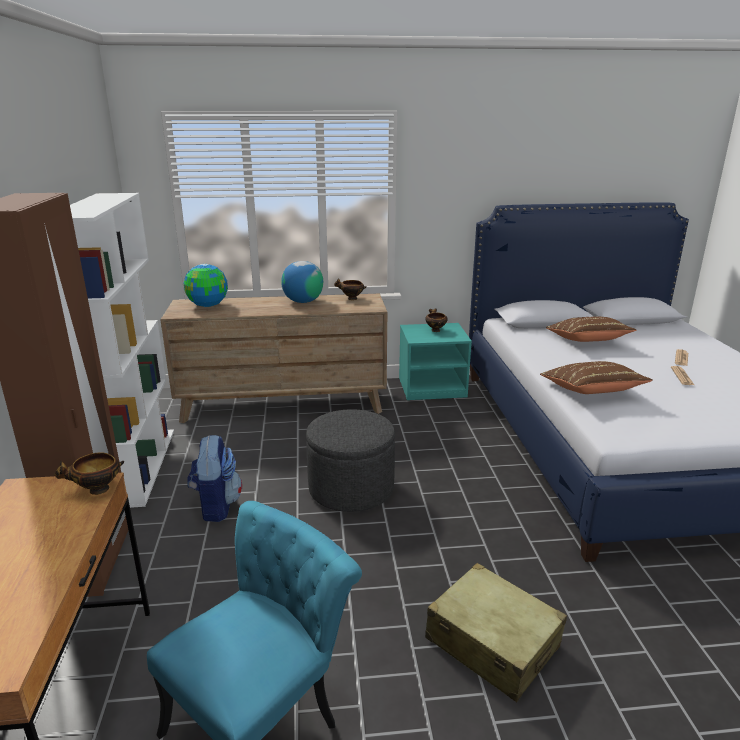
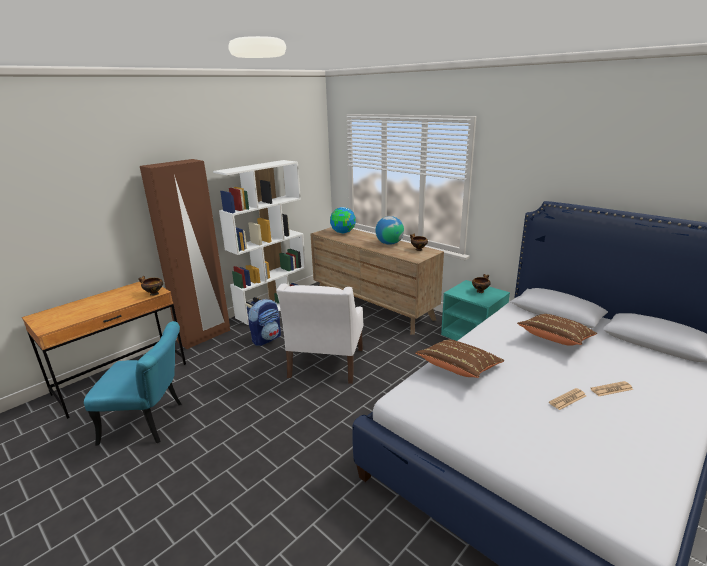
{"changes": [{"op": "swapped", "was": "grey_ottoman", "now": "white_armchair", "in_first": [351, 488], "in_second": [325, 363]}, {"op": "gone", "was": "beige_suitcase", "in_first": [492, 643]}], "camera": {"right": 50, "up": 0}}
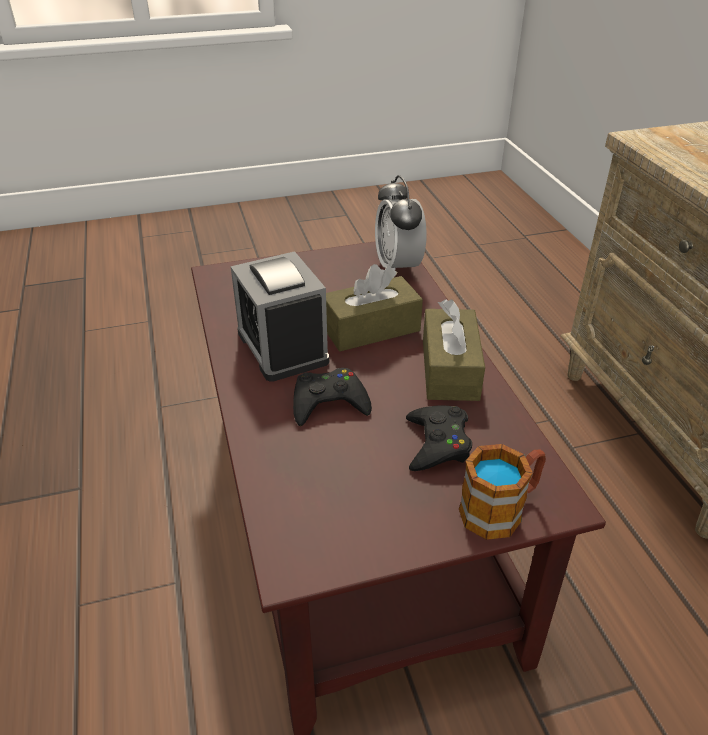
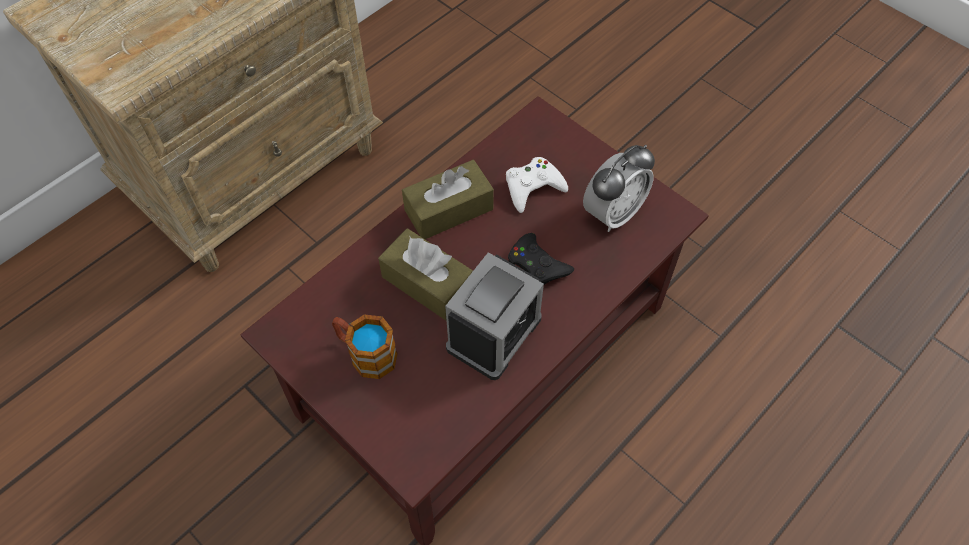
{"changes": [{"op": "shifted", "was": "mug", "in_first": [500, 509], "in_second": [366, 353]}, {"op": "repainted", "was": "black_game_controller", "now": "white_game_controller", "in_first": [437, 444], "in_second": [533, 187]}, {"op": "shifted", "was": "alarm_clock", "in_first": [398, 266], "in_second": [613, 213]}], "camera": {"right": -120, "up": 20}}
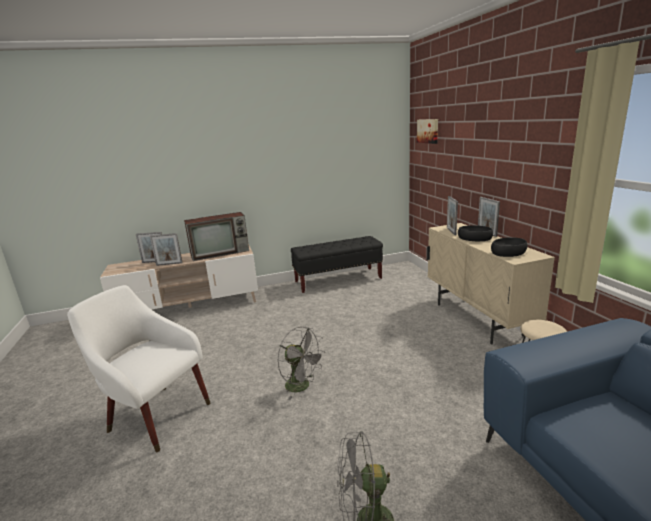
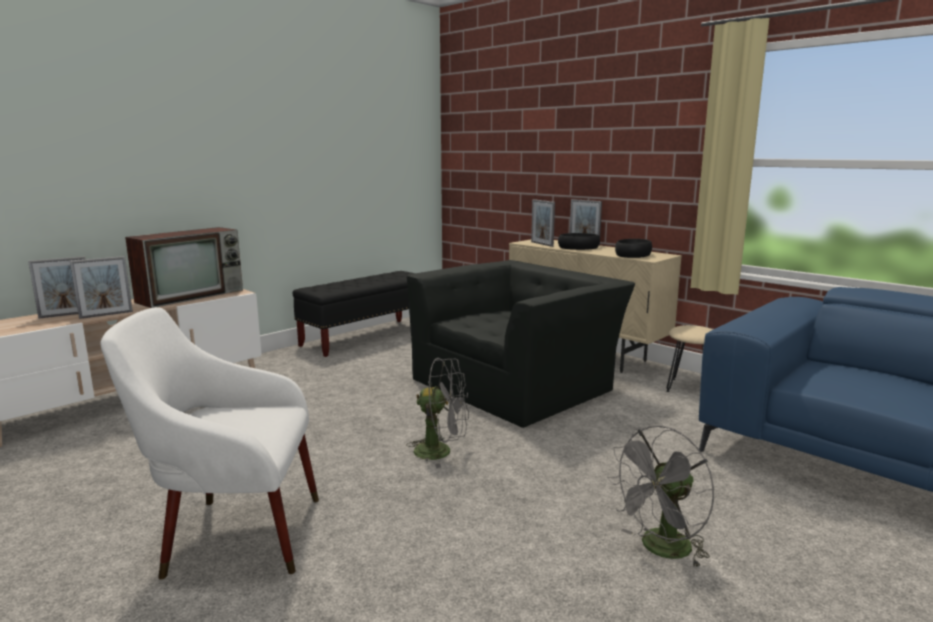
{"changes": [{"op": "new", "now": "black_armchair", "in_second": [516, 382]}, {"op": "gone", "was": "picture", "in_first": [428, 131]}], "camera": {"right": -30, "up": -5}}
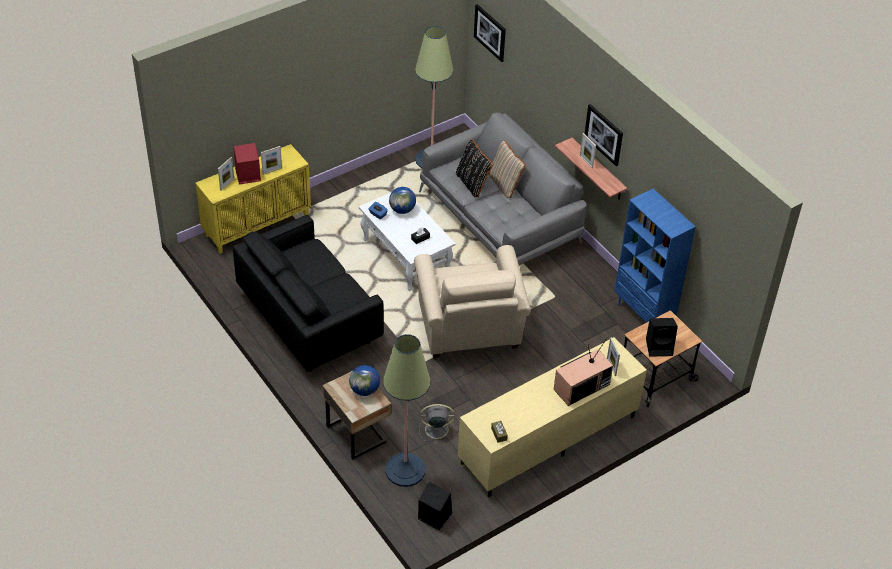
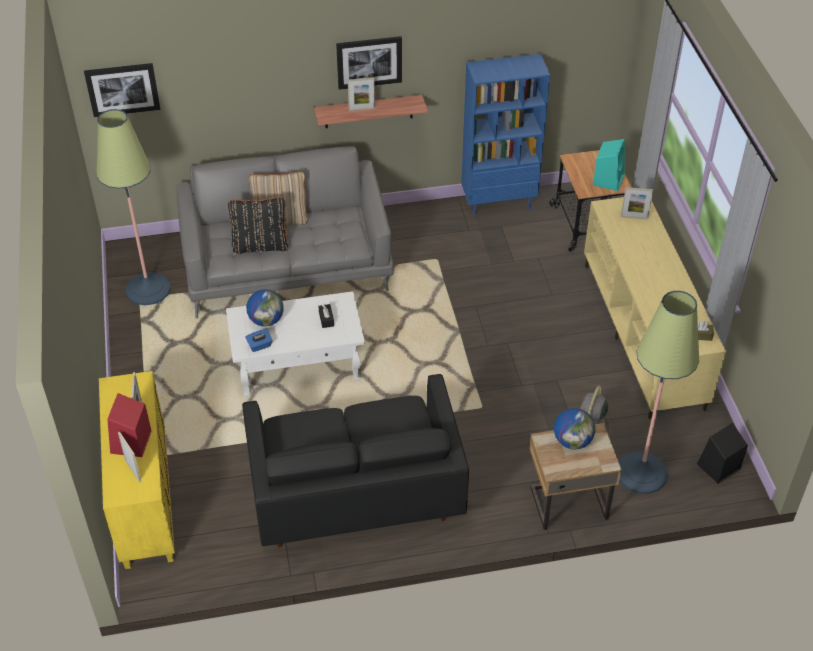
{"changes": [{"op": "repainted", "was": "black_speaker", "now": "turquoise_speaker", "in_first": [660, 347], "in_second": [608, 179]}, {"op": "gone", "was": "beige_armchair", "in_first": [469, 330]}, {"op": "gone", "was": "television", "in_first": [581, 386]}], "camera": {"right": -65, "up": 0}}
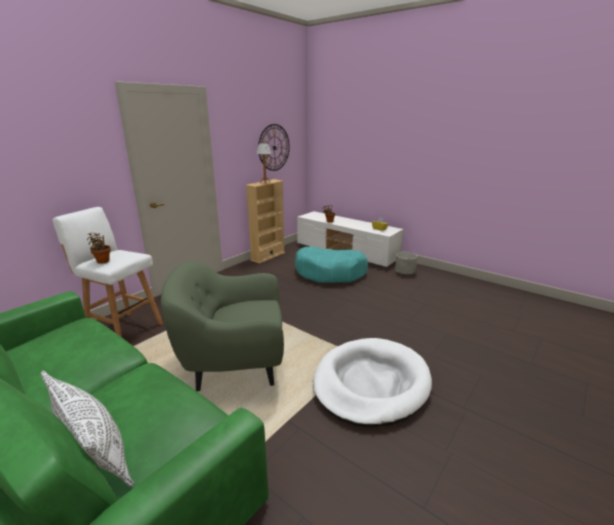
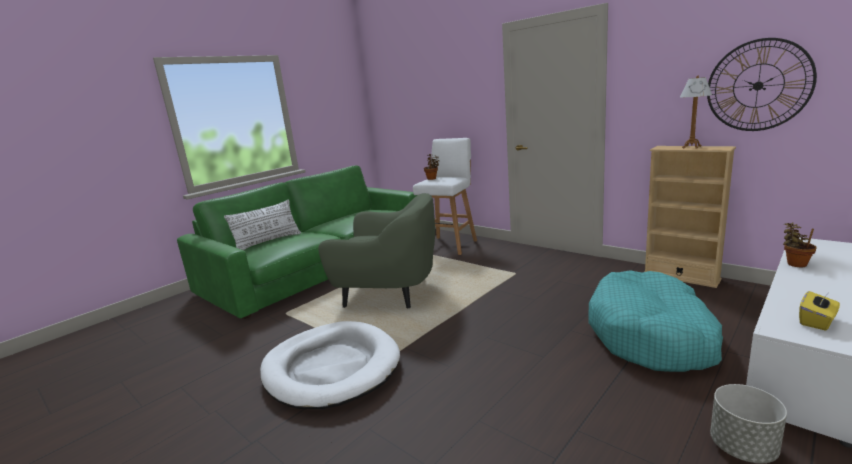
{"changes": [{"op": "rotated", "was": "green_armchair", "in_first": [233, 364], "in_second": [389, 293], "clockwise": 105}], "camera": {"right": 95, "up": -5}}
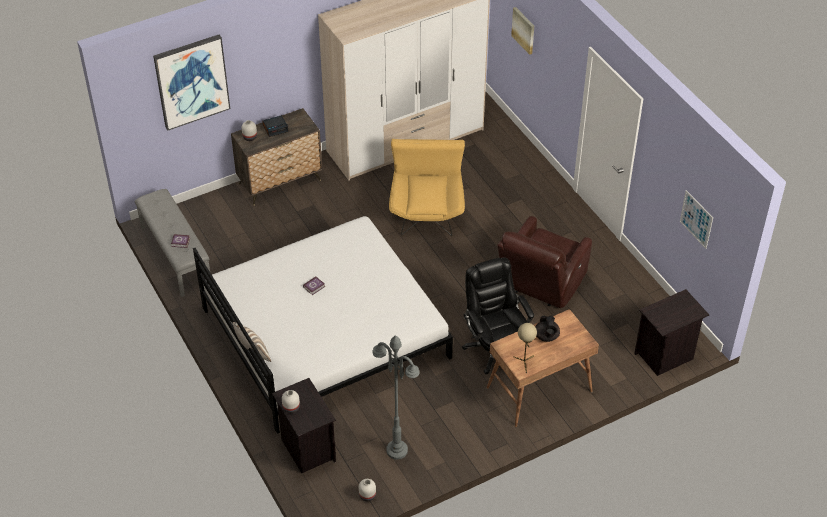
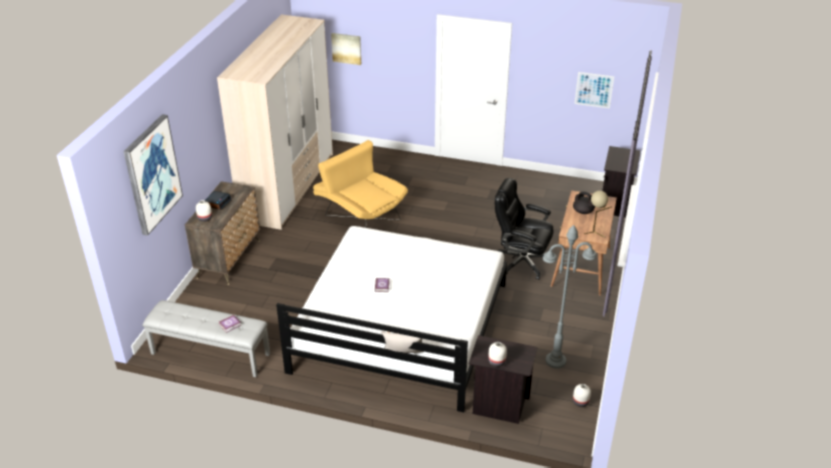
{"changes": [{"op": "gone", "was": "brown_armchair", "in_first": [540, 285]}], "camera": {"right": -45, "up": -10}}
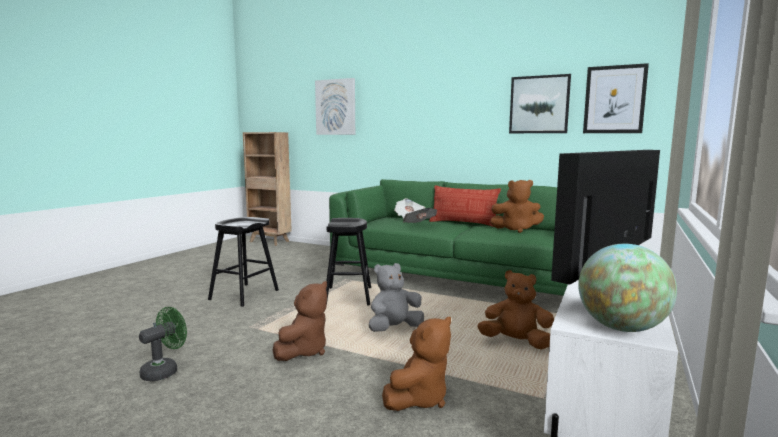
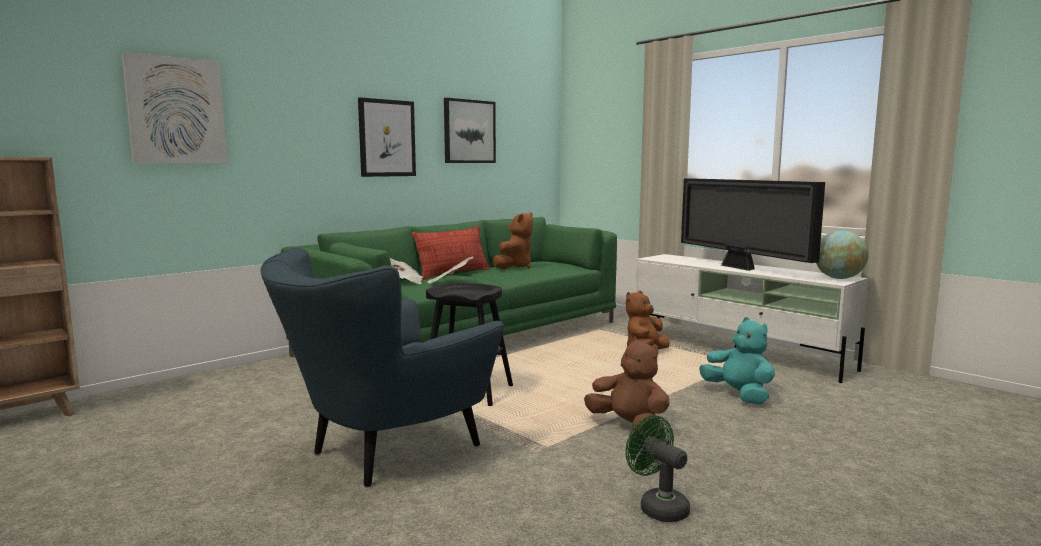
{"changes": [{"op": "swapped", "was": "black_stool", "now": "blue_armchair", "in_first": [244, 295], "in_second": [385, 452]}, {"op": "shifted", "was": "picture", "in_first": [614, 99], "in_second": [387, 138]}, {"op": "repainted", "was": "brown_plush_toy", "now": "turquoise_plush_toy", "in_first": [419, 398], "in_second": [738, 395]}, {"op": "gone", "was": "grey_plush_toy", "in_first": [394, 329]}], "camera": {"right": -70, "up": 0}}
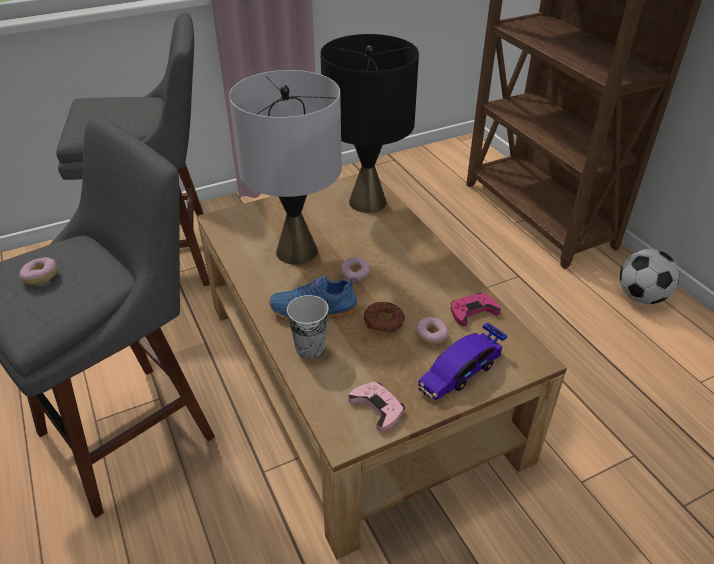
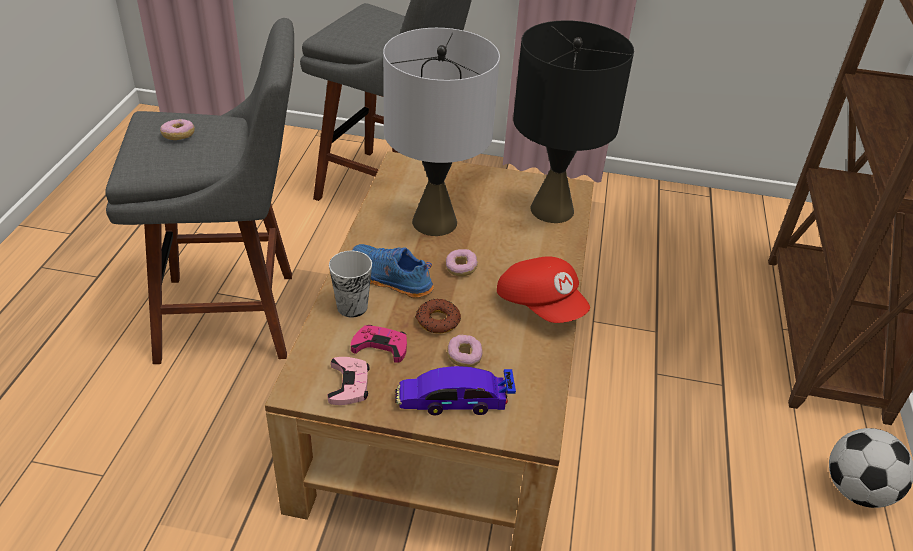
{"changes": [{"op": "shifted", "was": "pink_game_controller", "in_first": [473, 311], "in_second": [380, 346]}, {"op": "new", "now": "red_cap", "in_second": [541, 305]}], "camera": {"right": 35, "up": 0}}
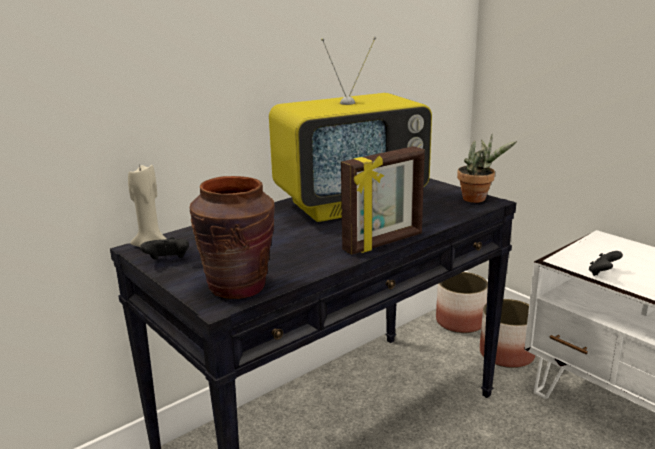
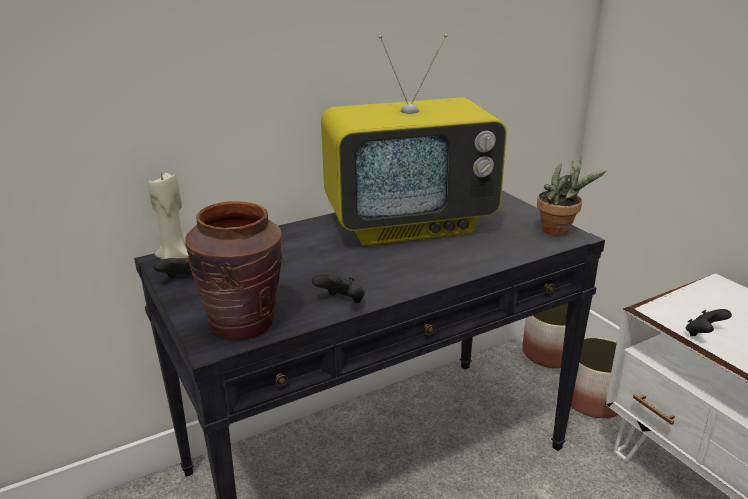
{"changes": [{"op": "new", "now": "black_game_controller", "in_second": [341, 302]}, {"op": "gone", "was": "picture_frame", "in_first": [384, 243]}], "camera": {"right": 10, "up": 5}}
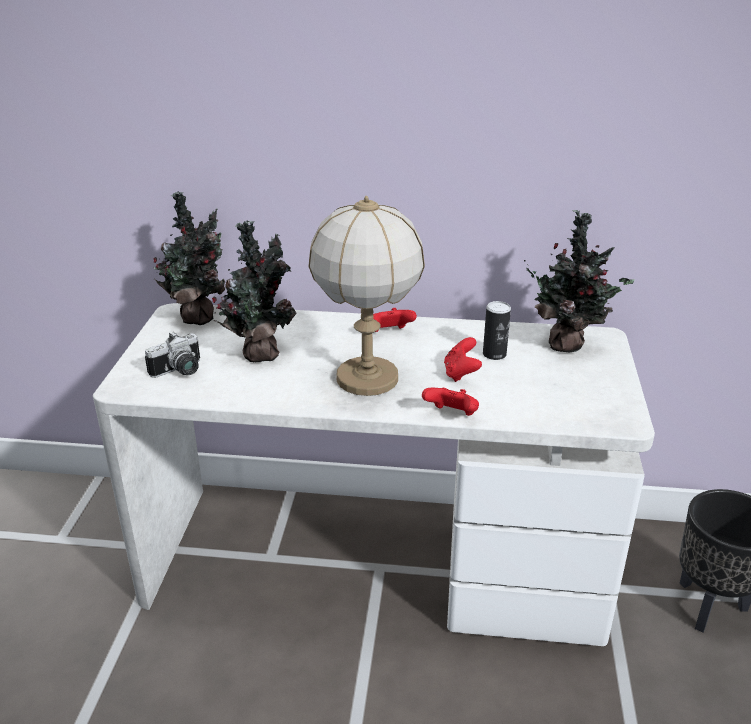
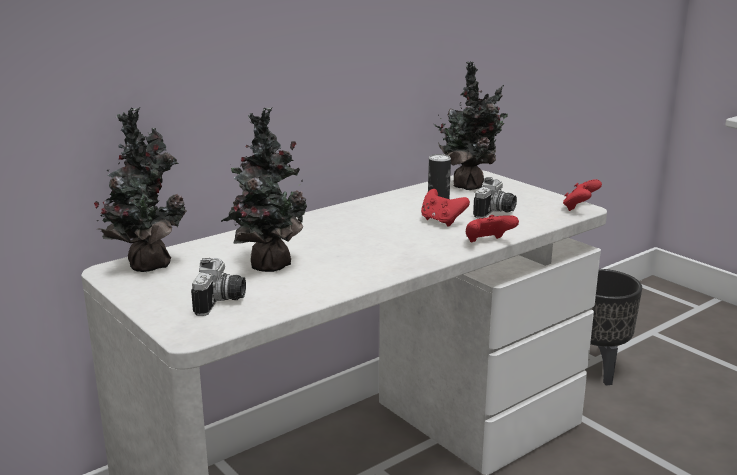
{"changes": [{"op": "new", "now": "photo_camera", "in_second": [496, 212]}, {"op": "shifted", "was": "red_game_controller", "in_first": [389, 333], "in_second": [579, 208]}, {"op": "gone", "was": "table_lamp", "in_first": [367, 379]}], "camera": {"right": -45, "up": -10}}
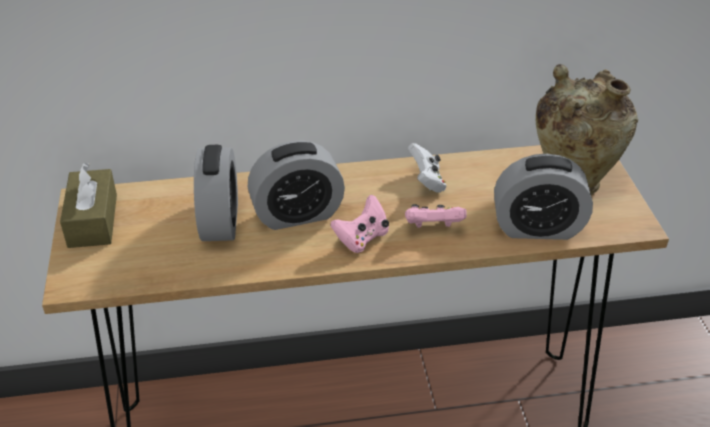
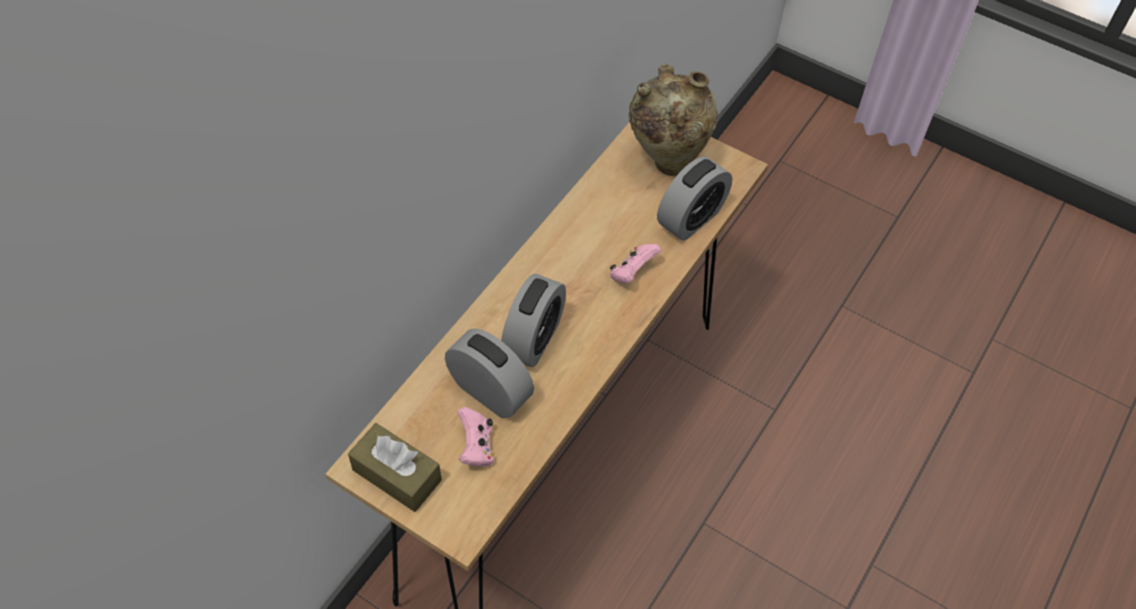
{"changes": [{"op": "shifted", "was": "pink_game_controller", "in_first": [362, 238], "in_second": [476, 447]}, {"op": "gone", "was": "white_game_controller", "in_first": [427, 182]}], "camera": {"right": -50, "up": 15}}
